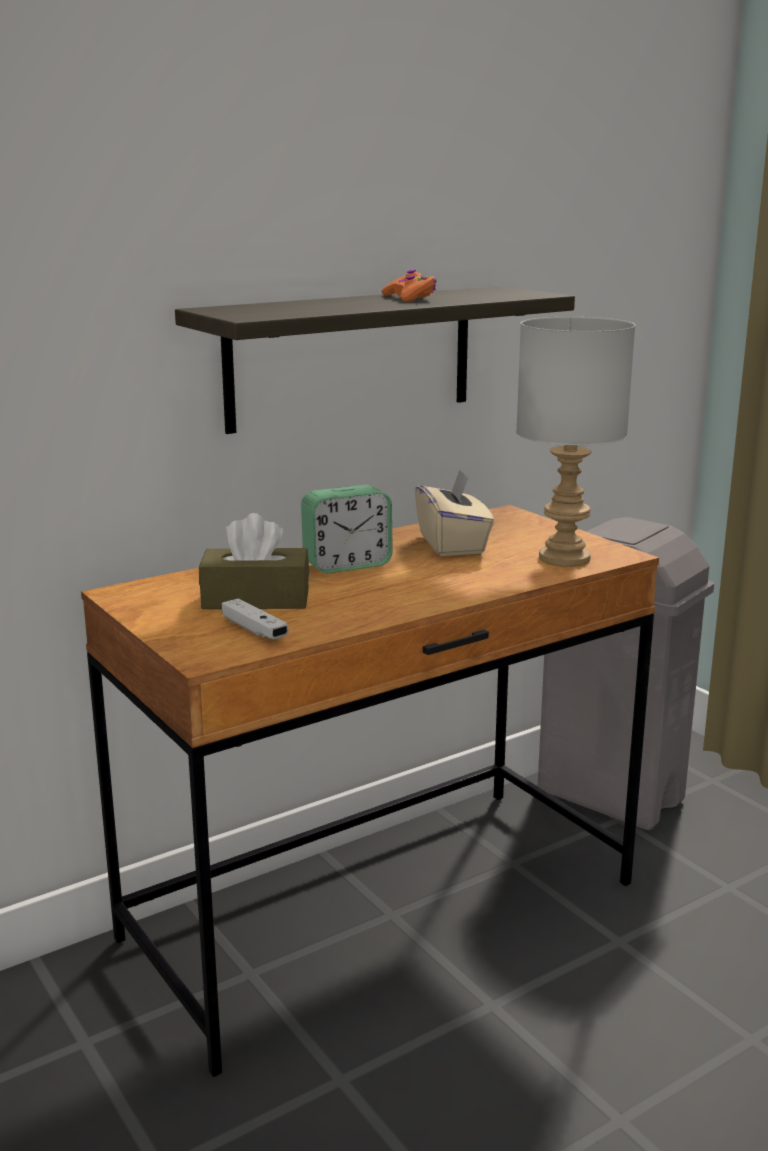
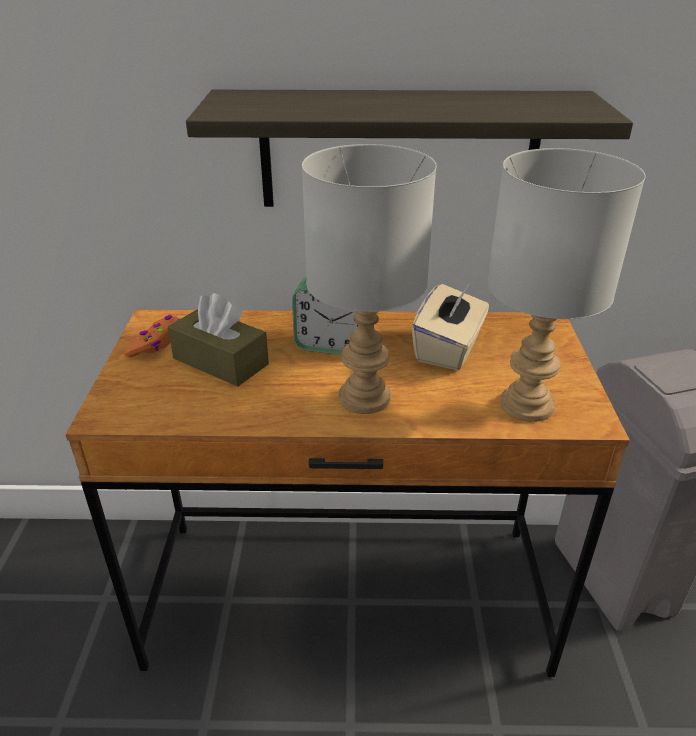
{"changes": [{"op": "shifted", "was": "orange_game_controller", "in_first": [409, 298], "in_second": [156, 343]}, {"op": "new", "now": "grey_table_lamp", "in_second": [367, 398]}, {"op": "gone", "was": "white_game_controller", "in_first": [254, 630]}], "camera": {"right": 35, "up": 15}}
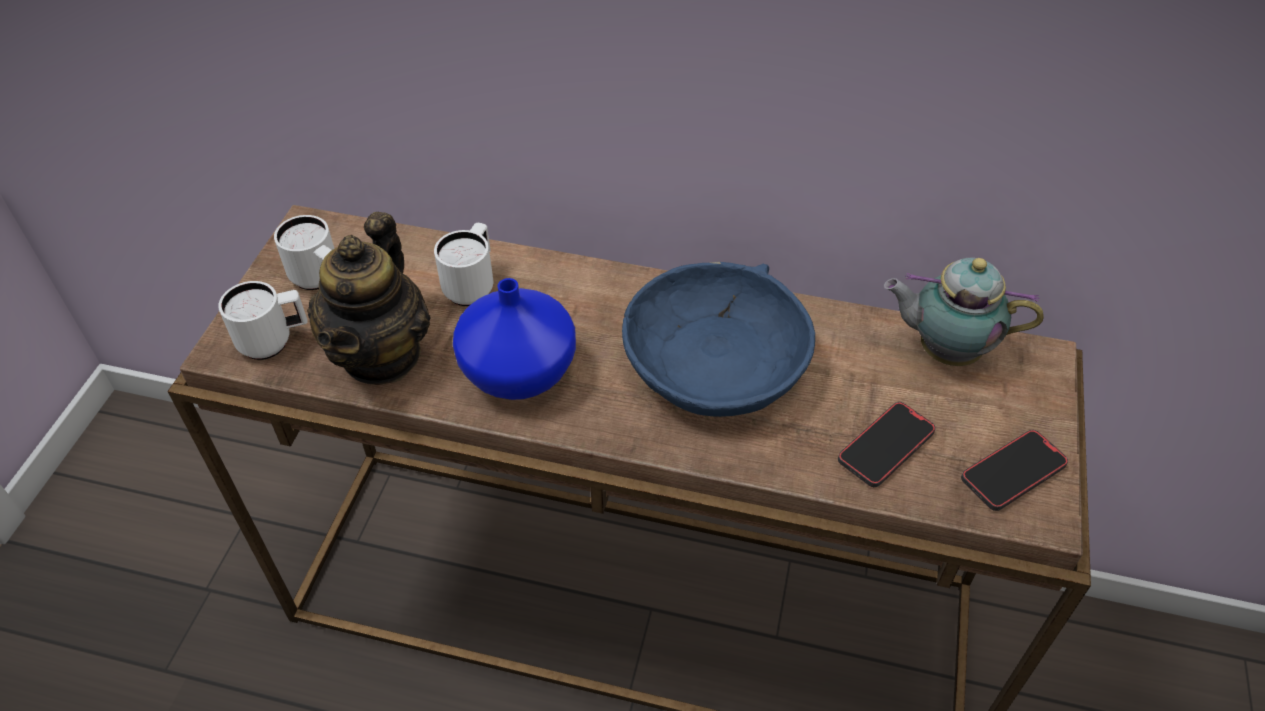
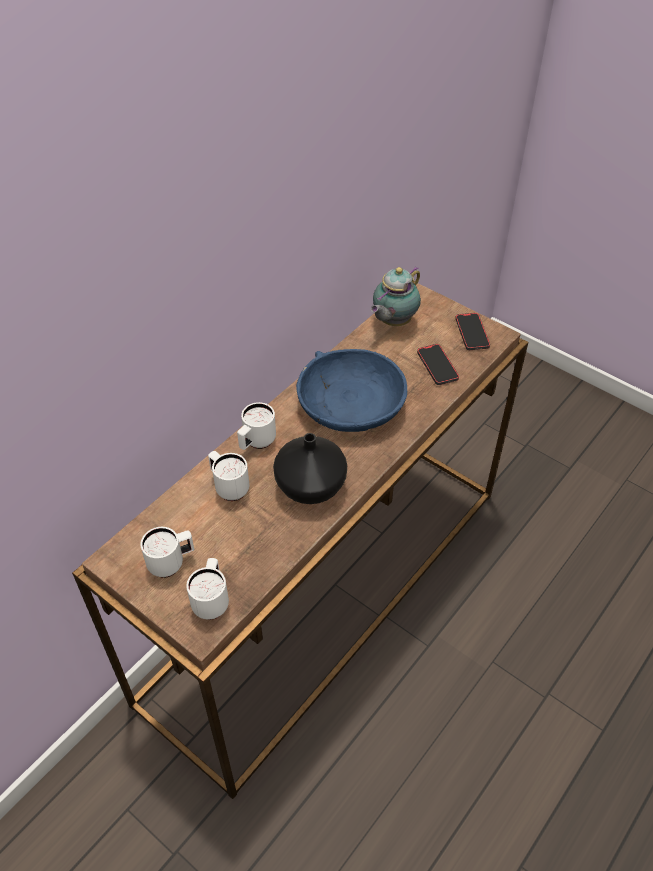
{"changes": [{"op": "new", "now": "white_mug", "in_second": [256, 443]}, {"op": "repainted", "was": "blue_vase", "now": "black_vase", "in_first": [521, 371], "in_second": [310, 485]}, {"op": "gone", "was": "teapot", "in_first": [382, 354]}], "camera": {"right": -65, "up": 0}}
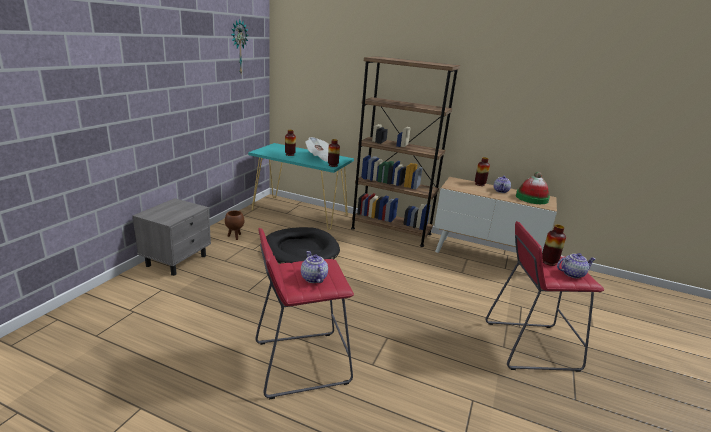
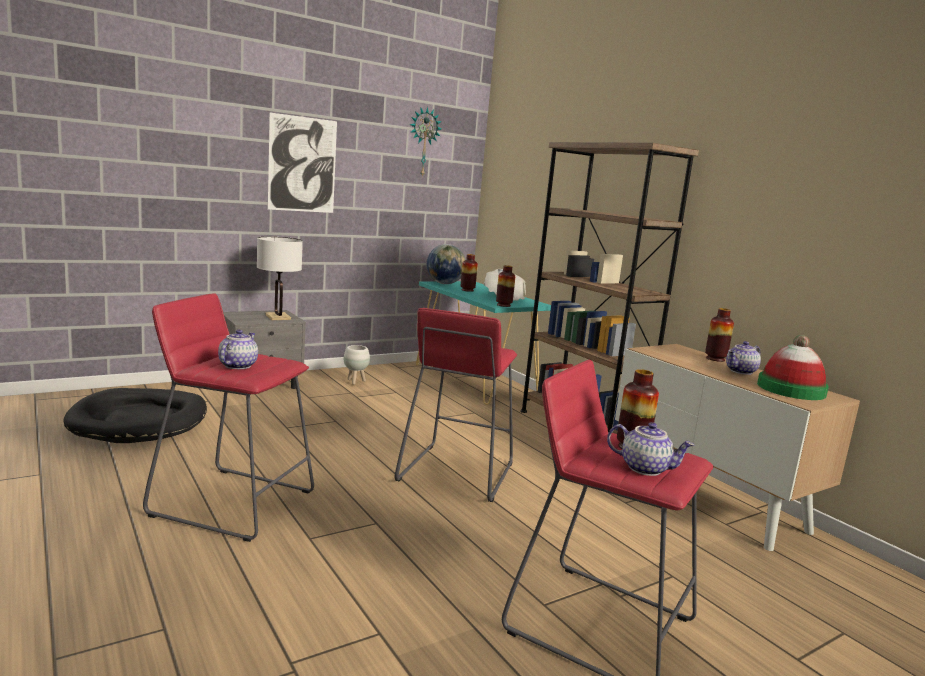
{"changes": [{"op": "shifted", "was": "black_dog_bed", "in_first": [301, 250], "in_second": [140, 421]}, {"op": "new", "now": "white_table_lamp", "in_second": [278, 317]}, {"op": "new", "now": "picture", "in_second": [302, 164]}, {"op": "repainted", "was": "brown_planter", "now": "white_planter", "in_first": [235, 237], "in_second": [355, 382]}, {"op": "new", "now": "red_stool", "in_second": [456, 472]}, {"op": "new", "now": "globe", "in_second": [444, 284]}], "camera": {"right": 35, "up": -10}}
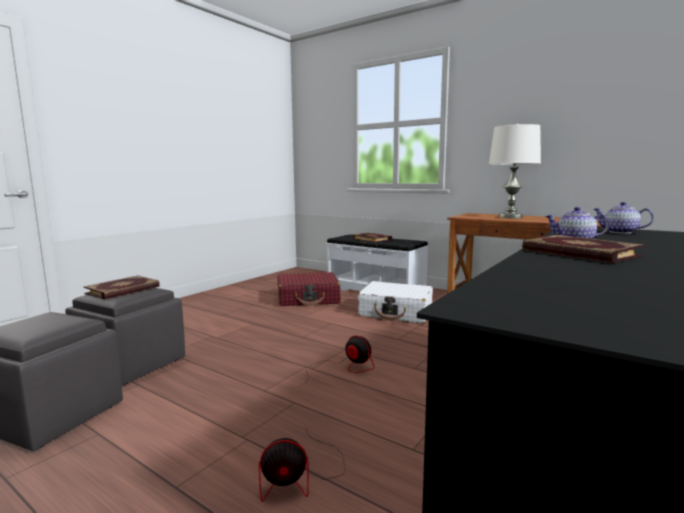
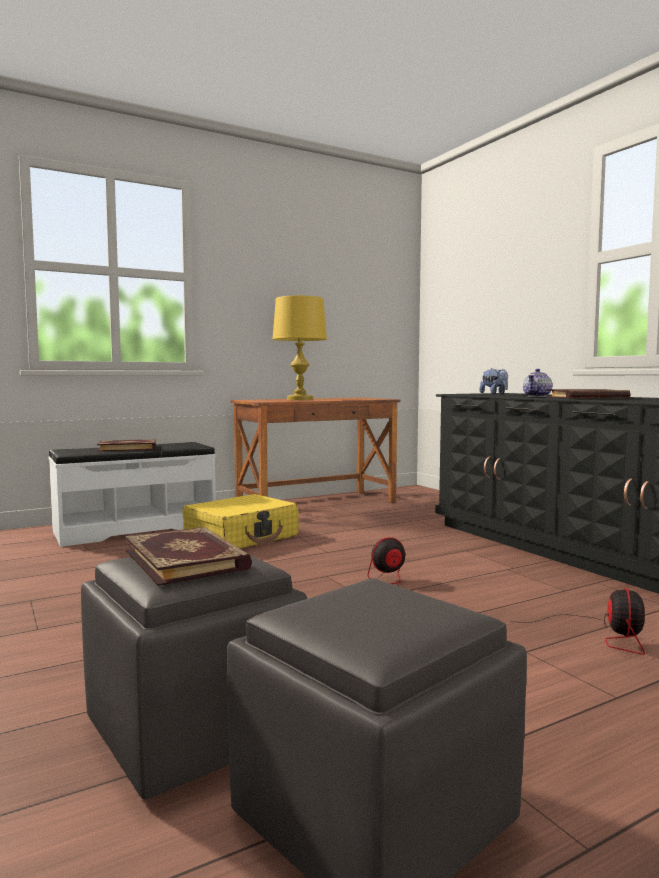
{"changes": [{"op": "repainted", "was": "white_suitcase", "now": "yellow_suitcase", "in_first": [396, 312], "in_second": [242, 537]}, {"op": "repainted", "was": "white_table_lamp", "now": "yellow_table_lamp", "in_first": [510, 217], "in_second": [300, 399]}, {"op": "swapped", "was": "teapot", "now": "plush_toy", "in_first": [619, 232], "in_second": [494, 394]}, {"op": "gone", "was": "red_suitcase", "in_first": [308, 299]}], "camera": {"right": -65, "up": -5}}
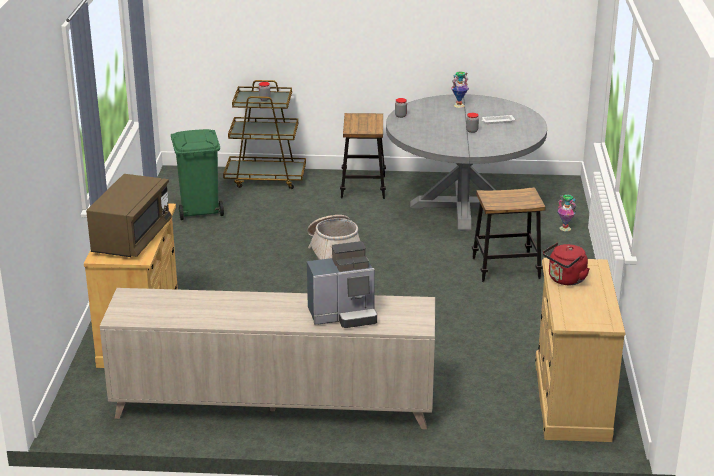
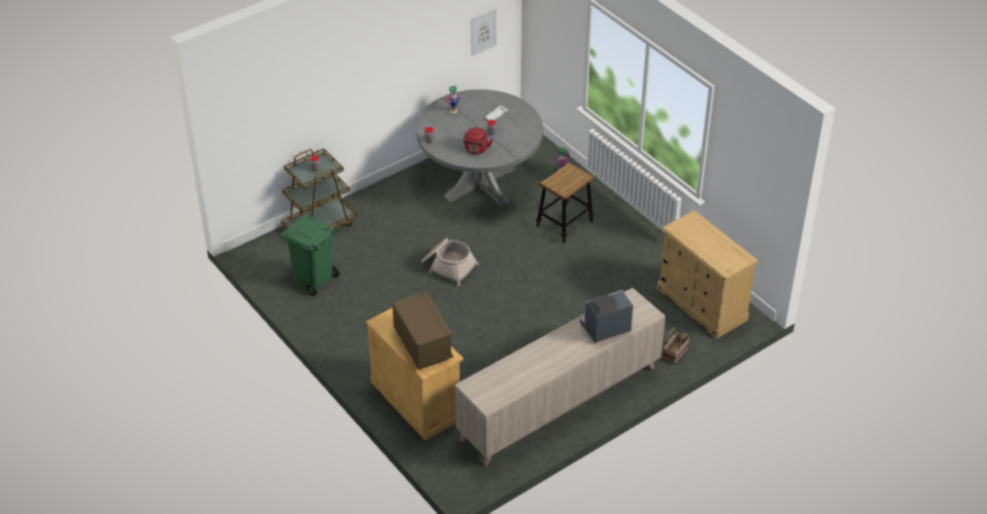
{"changes": [{"op": "shifted", "was": "red_kettle", "in_first": [565, 280], "in_second": [476, 150]}, {"op": "new", "now": "picture", "in_second": [483, 31]}, {"op": "rotated", "was": "coffee_machine", "in_first": [344, 315], "in_second": [604, 329], "clockwise": -150}, {"op": "new", "now": "basket", "in_second": [675, 354]}, {"op": "gone", "was": "stool", "in_first": [363, 187]}], "camera": {"right": -40, "up": 15}}
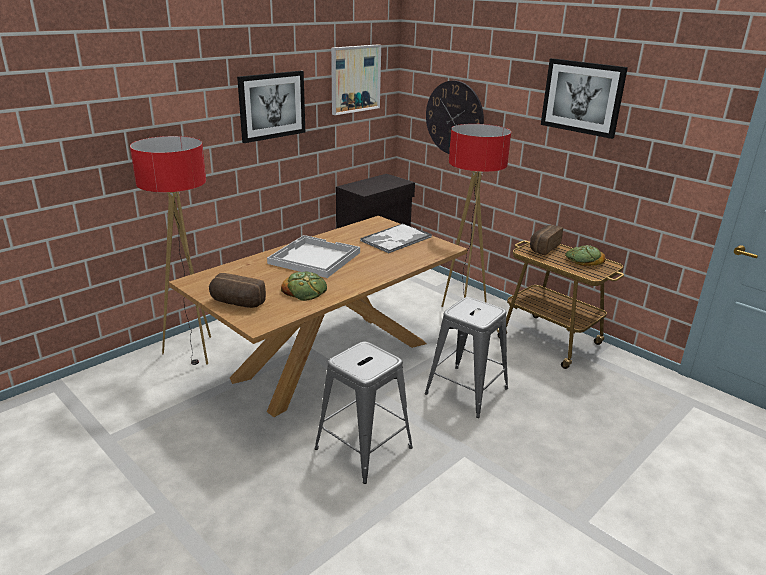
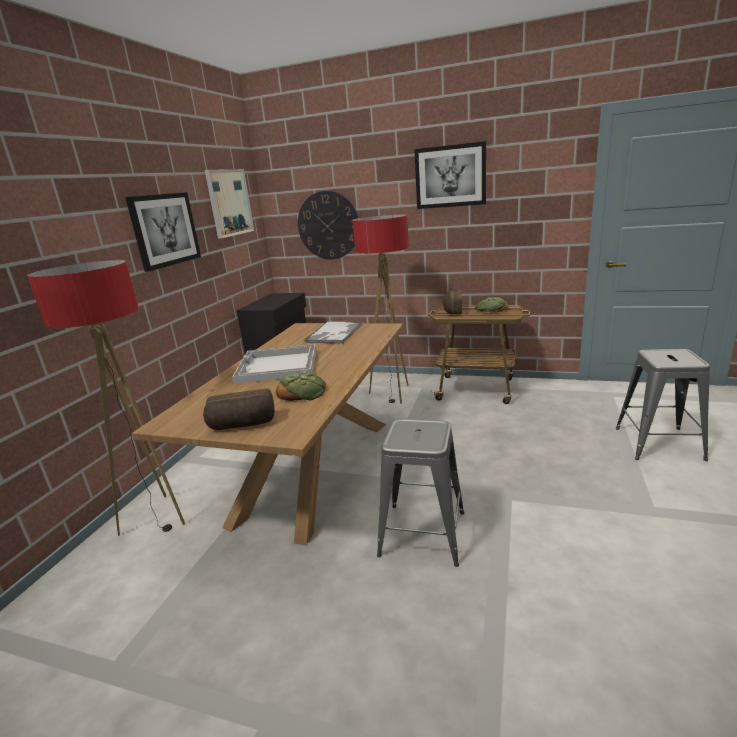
{"changes": [{"op": "shifted", "was": "grey_stool", "in_first": [466, 391], "in_second": [657, 443]}], "camera": {"right": -25, "up": -5}}
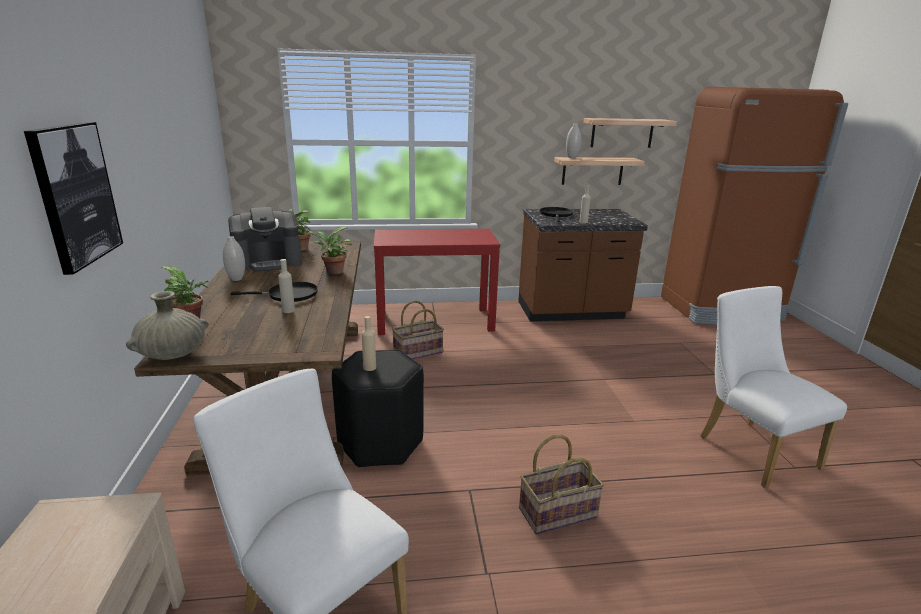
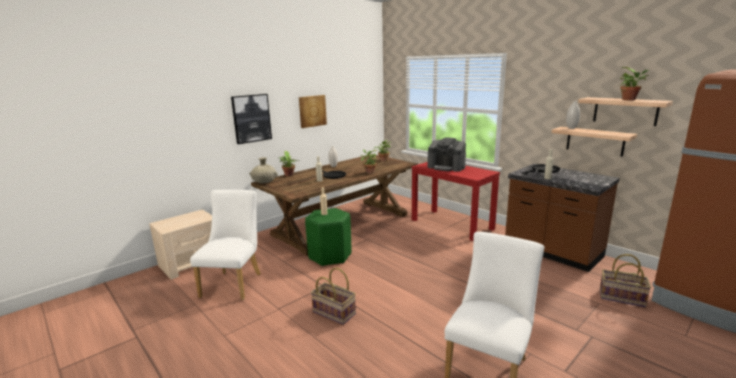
{"changes": [{"op": "new", "now": "picture", "in_second": [312, 111]}, {"op": "repainted", "was": "black_stool", "now": "green_stool", "in_first": [380, 444], "in_second": [329, 256]}, {"op": "shifted", "was": "coffee_machine", "in_first": [268, 262], "in_second": [446, 167]}, {"op": "shifted", "was": "basket", "in_first": [418, 352], "in_second": [621, 298]}, {"op": "new", "now": "potted_plant", "in_second": [630, 100]}], "camera": {"right": 55, "up": -5}}
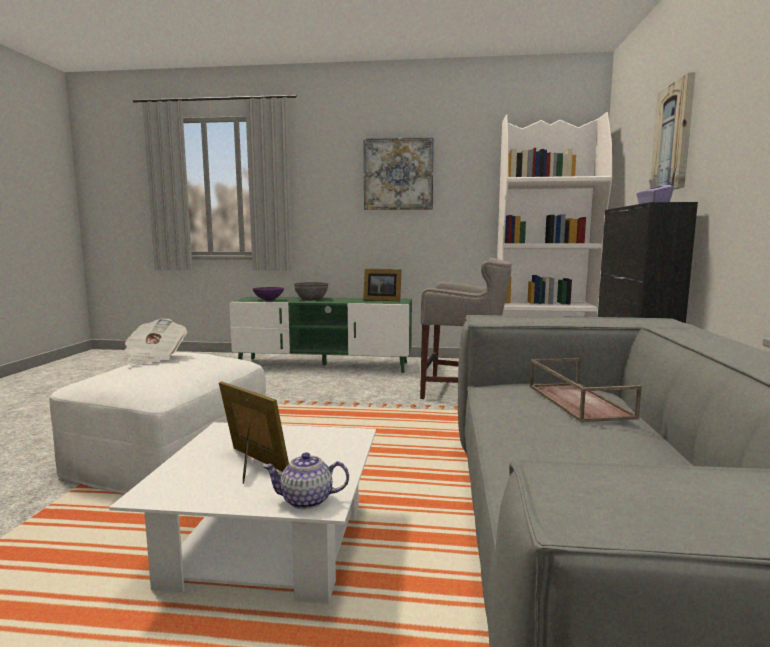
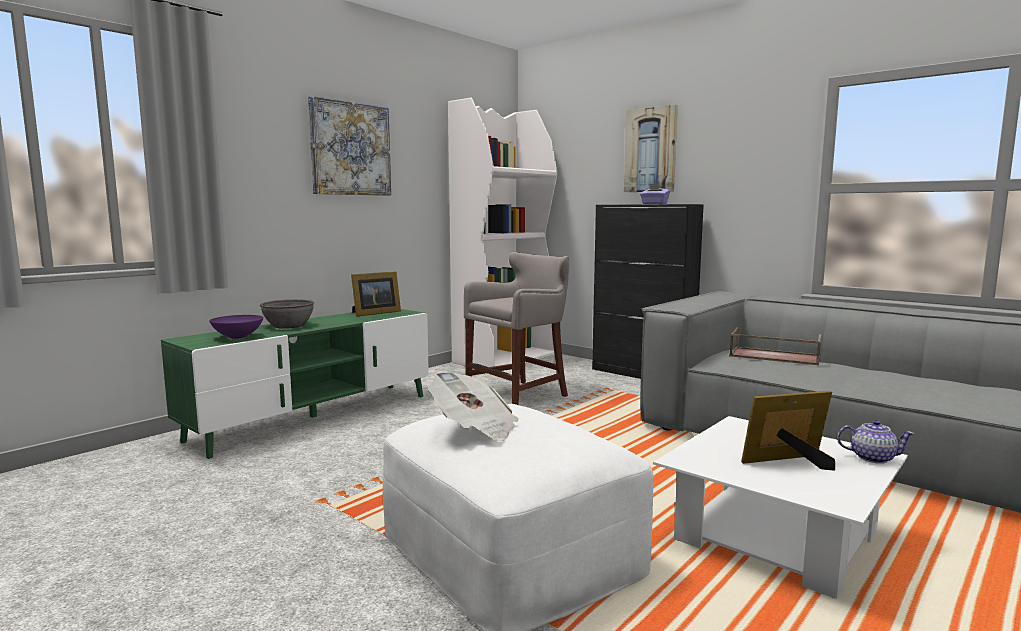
{"changes": [{"op": "rotated", "was": "teapot", "in_first": [307, 500], "in_second": [872, 458], "clockwise": -105}], "camera": {"right": -55, "up": 0}}
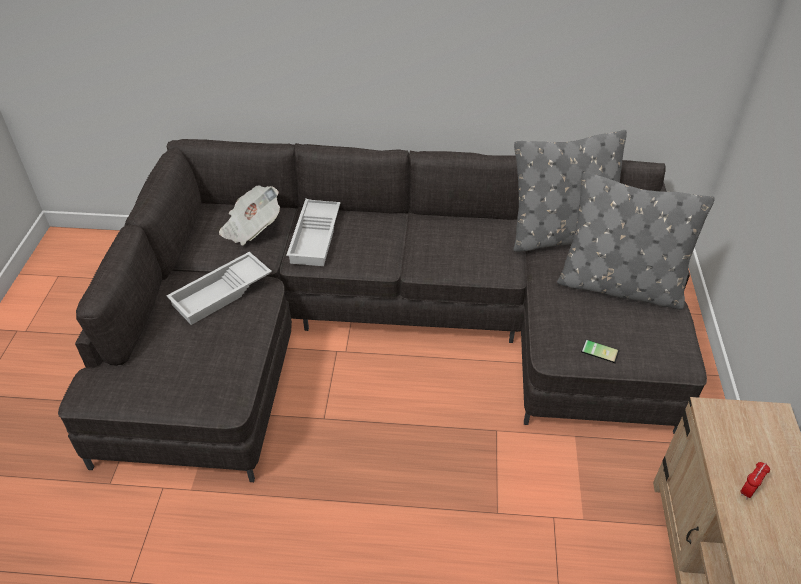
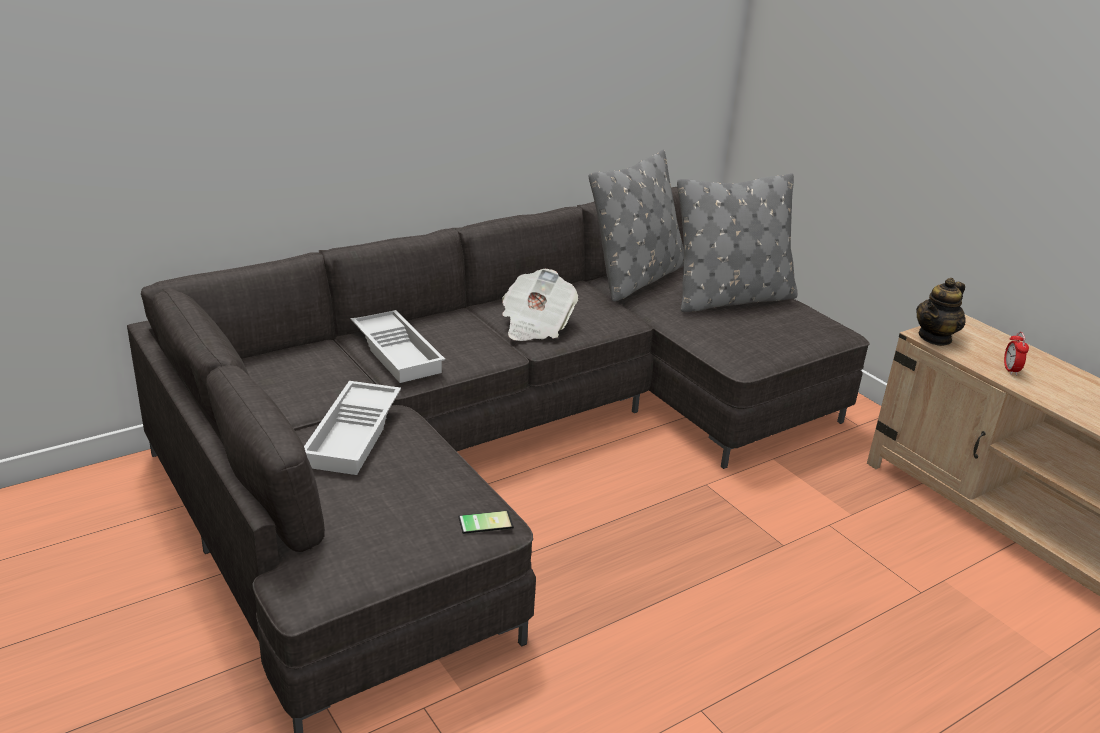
{"changes": [{"op": "shifted", "was": "phone", "in_first": [600, 350], "in_second": [485, 520]}, {"op": "shifted", "was": "newspaper", "in_first": [251, 228], "in_second": [535, 325]}, {"op": "new", "now": "teapot", "in_second": [935, 338]}], "camera": {"right": -40, "up": -15}}
